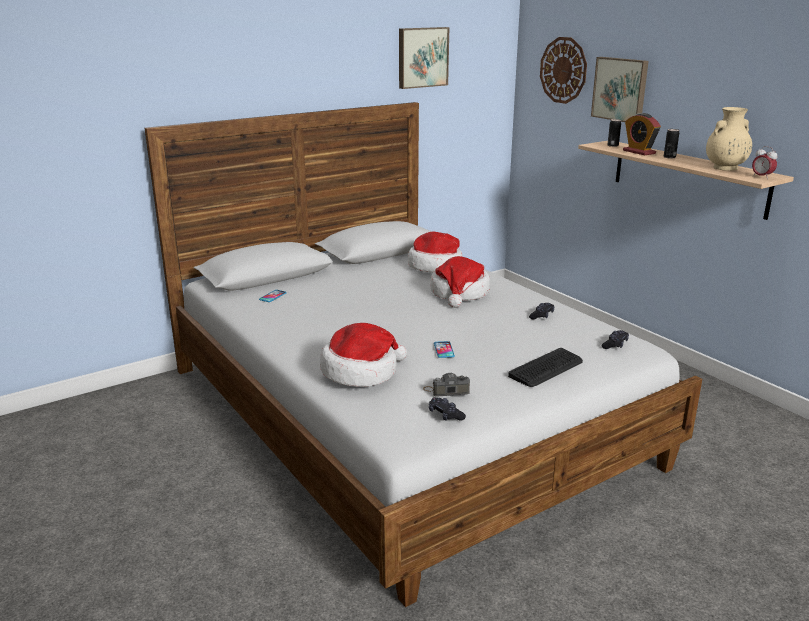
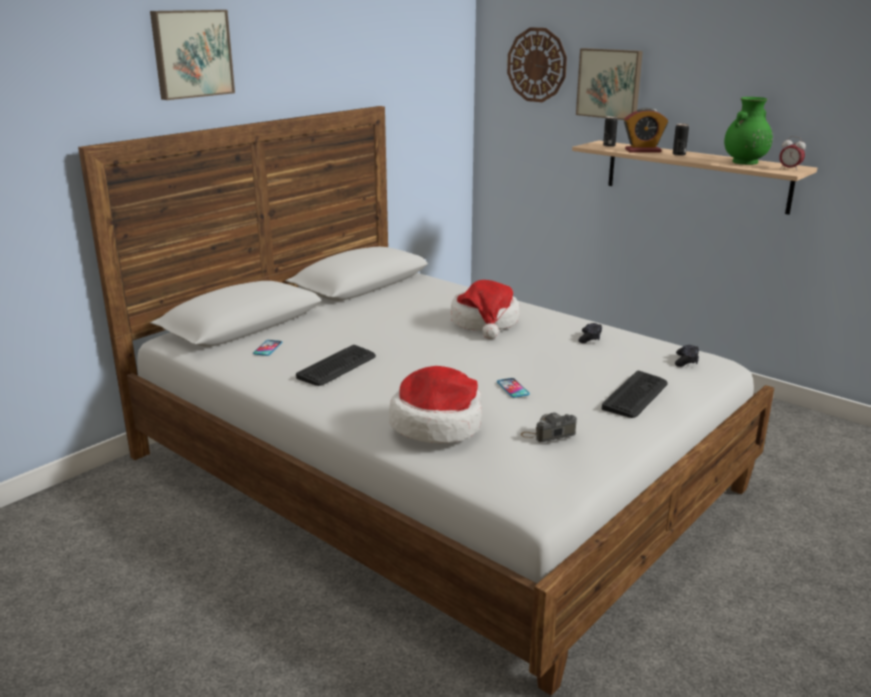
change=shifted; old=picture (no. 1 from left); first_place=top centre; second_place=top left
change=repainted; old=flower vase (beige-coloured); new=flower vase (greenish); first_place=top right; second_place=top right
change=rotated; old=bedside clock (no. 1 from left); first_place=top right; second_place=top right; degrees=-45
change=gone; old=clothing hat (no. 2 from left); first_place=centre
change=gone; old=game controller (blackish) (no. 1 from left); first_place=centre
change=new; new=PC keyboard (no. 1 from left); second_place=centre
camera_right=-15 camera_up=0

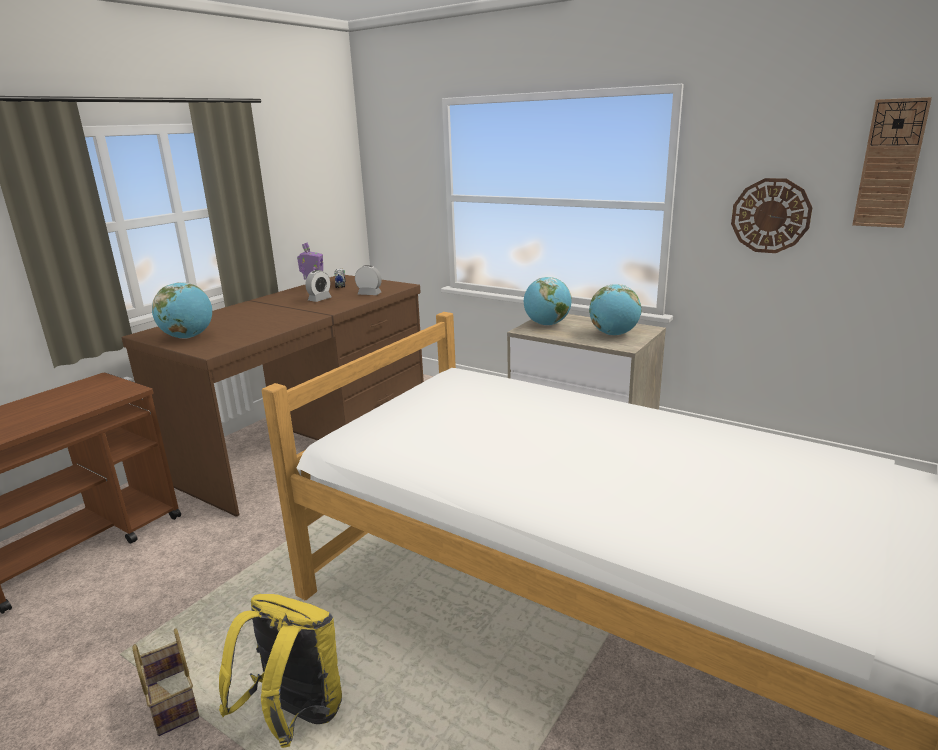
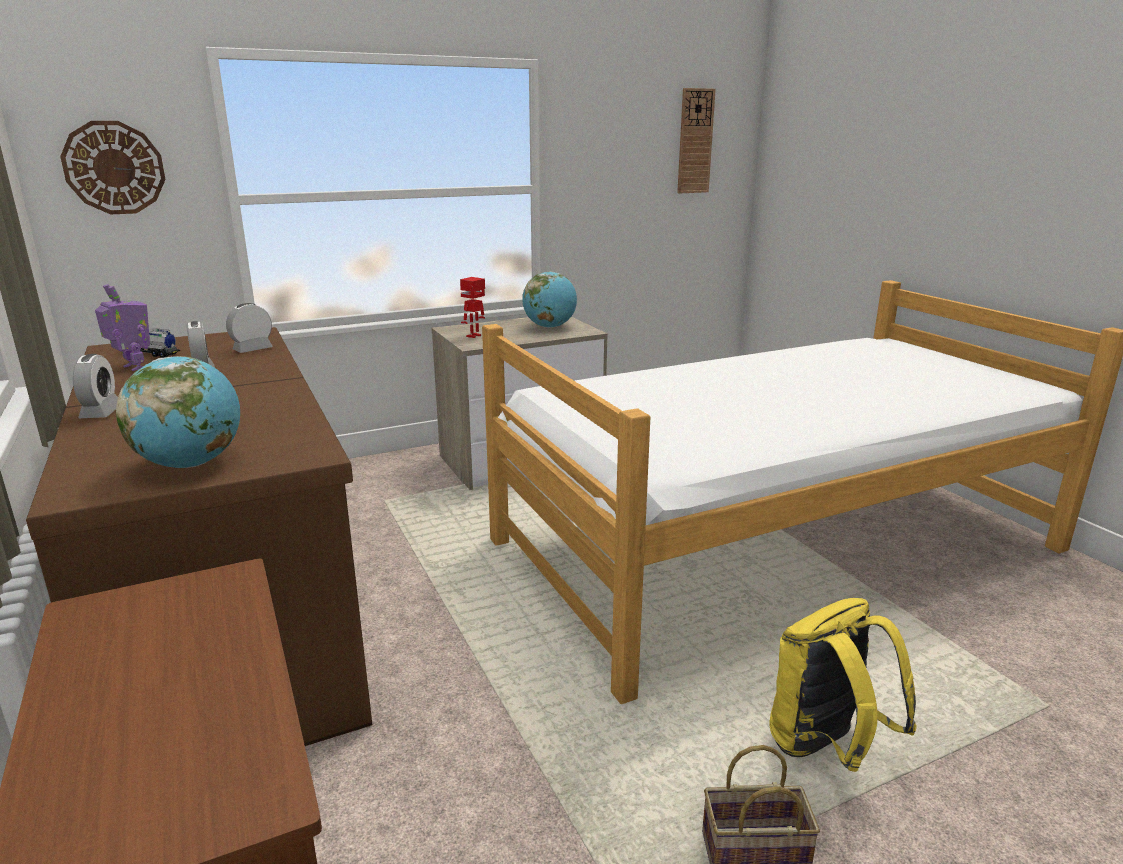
change=shifted; old=clock on the wall (no. 1 from left); first_place=top right; second_place=top left
change=swapped; old=globe (no. 2 from left); new=robot figure (no. 2 from left); first_place=centre; second_place=centre
change=new; new=bedside clock (no. 1 from left); second_place=middle left
camera_right=-60 camera_up=0

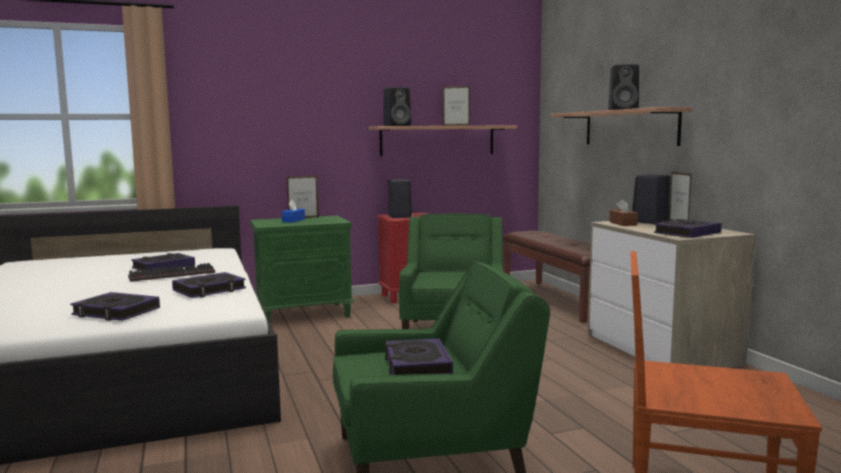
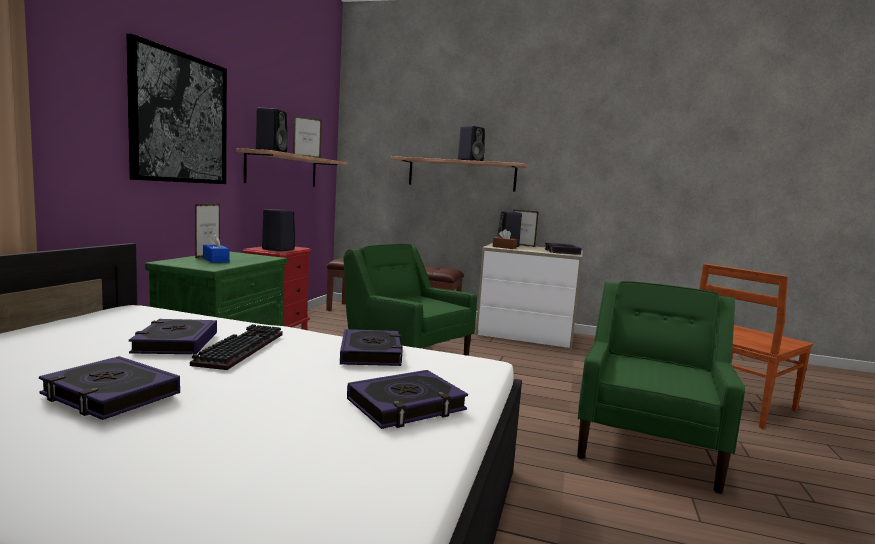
change=shifted; old=bound book (no. 4 from left in the first image); new=bound book (no. 1 from left); first_place=bottom centre; second_place=bottom left
change=new; new=picture; second_place=top left
camera_right=-55 camera_up=0

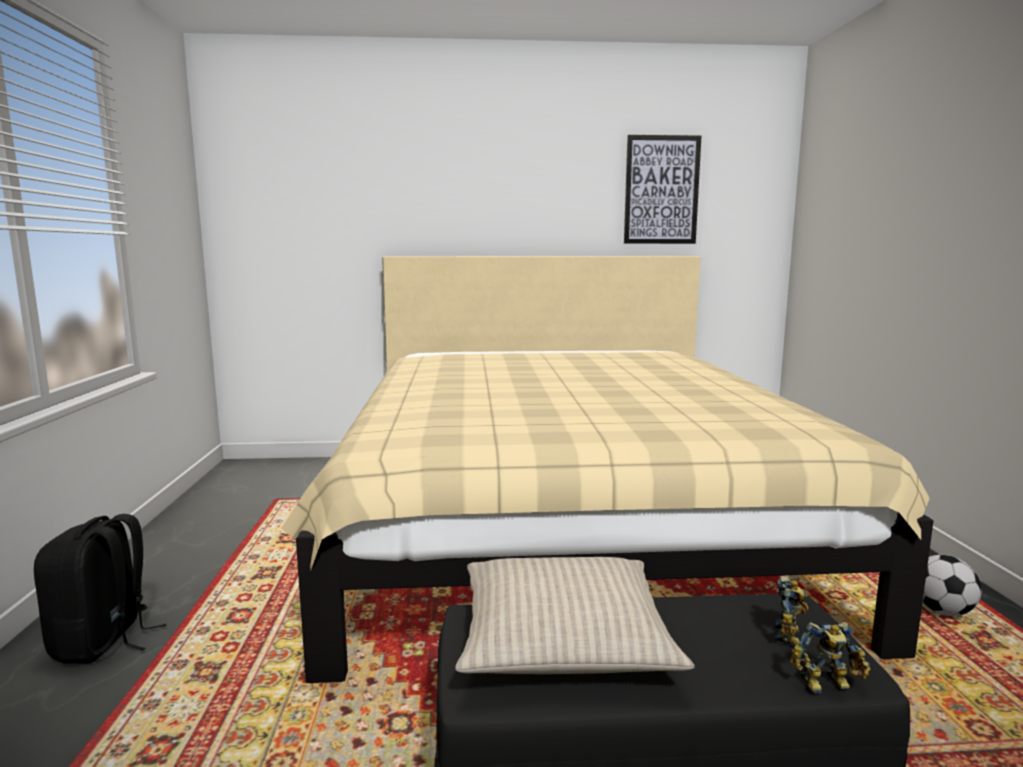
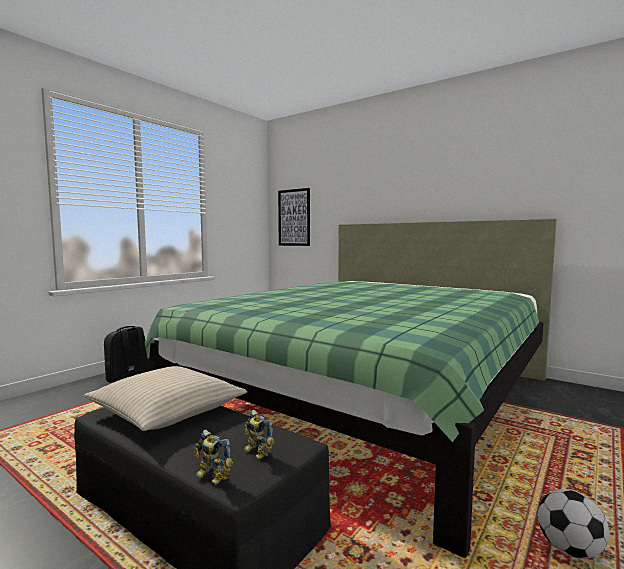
change=shifted; old=picture; first_place=top centre; second_place=centre
change=repainted; old=bed (beige-coloured); new=bed (greenish); first_place=centre; second_place=bottom centre
change=rotated; old=robot figure (no. 1 from left in the first image); first_place=bottom right; second_place=bottom centre; degrees=75
camera_right=40 camera_up=-5

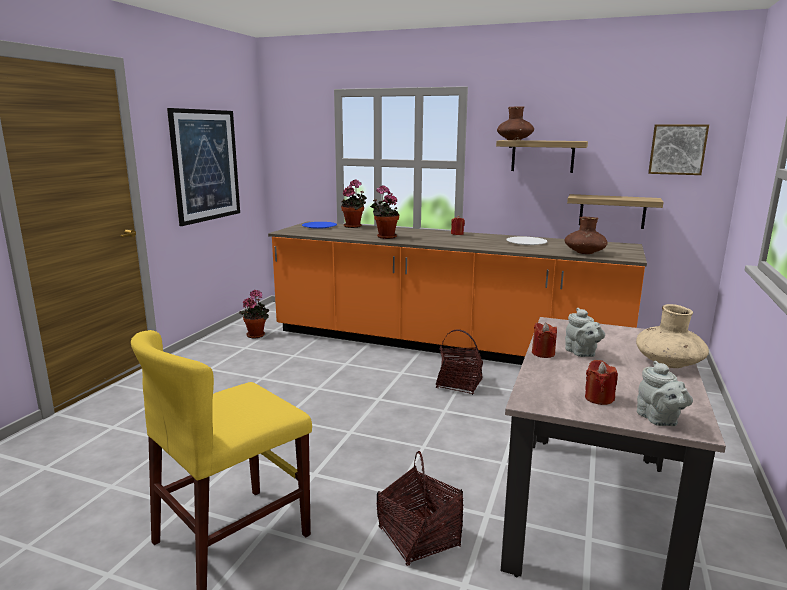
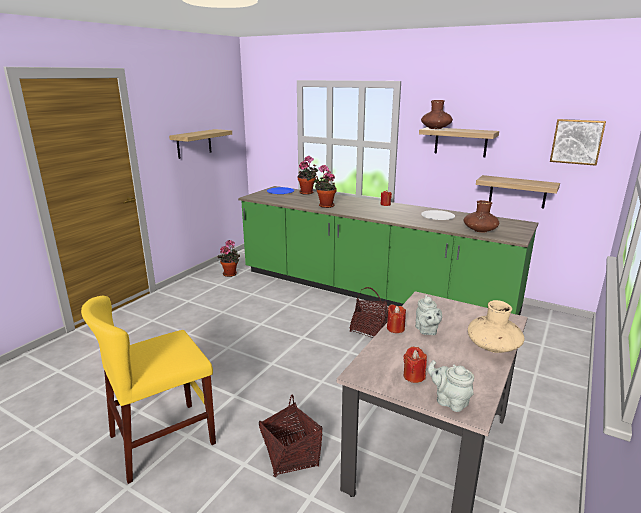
change=swapped; old=picture (no. 1 from left); new=bracket shelf (no. 1 from left); first_place=top left; second_place=top left
change=repainted; old=counter (orange-coloured); new=counter (greenish); first_place=centre; second_place=centre
change=rotated; old=tea pot (grey) (no. 2 from left); first_place=middle right; second_place=bottom right; degrees=135
camera_right=10 camera_up=5

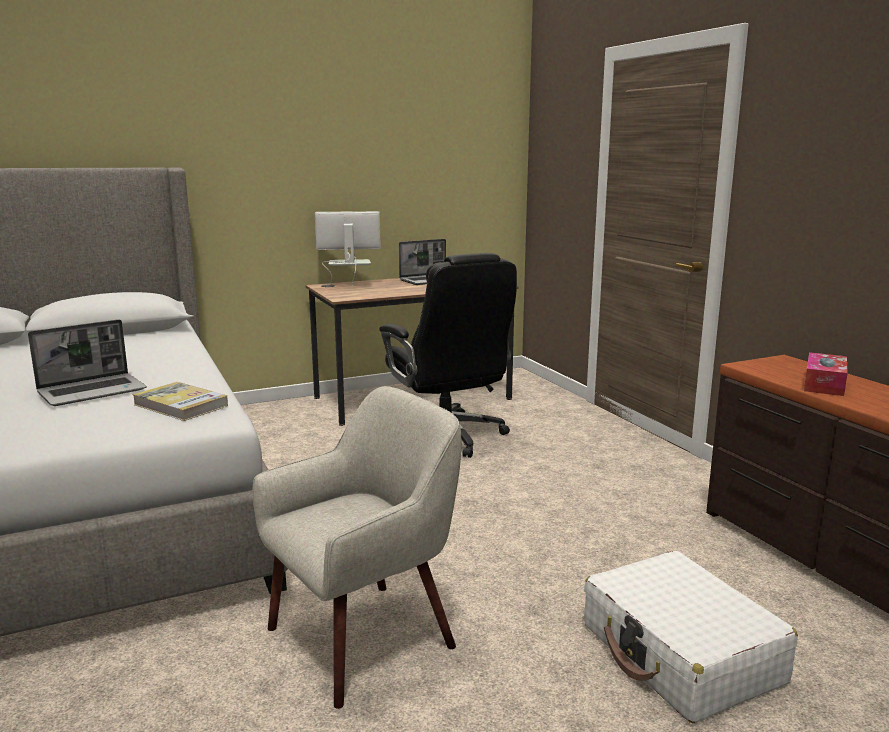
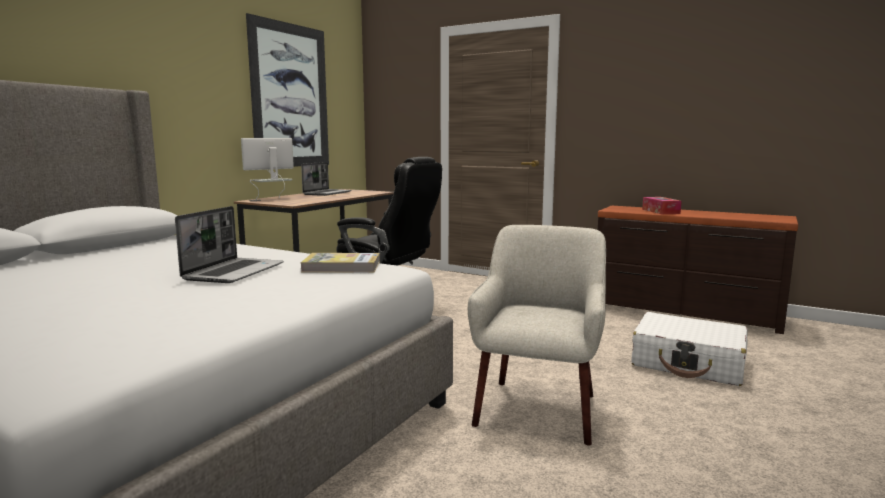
change=new; new=picture; second_place=top left
camera_right=-35 camera_up=-5

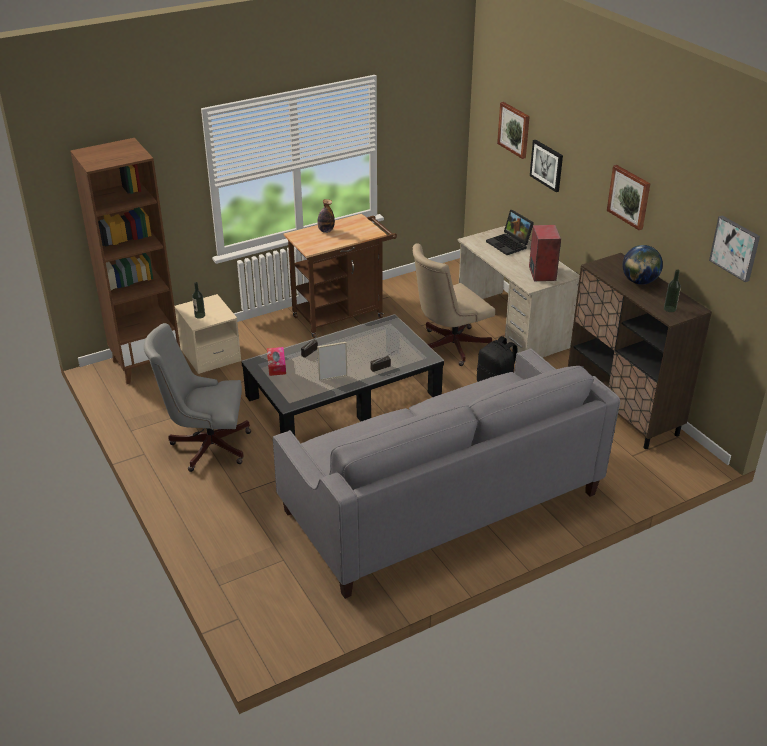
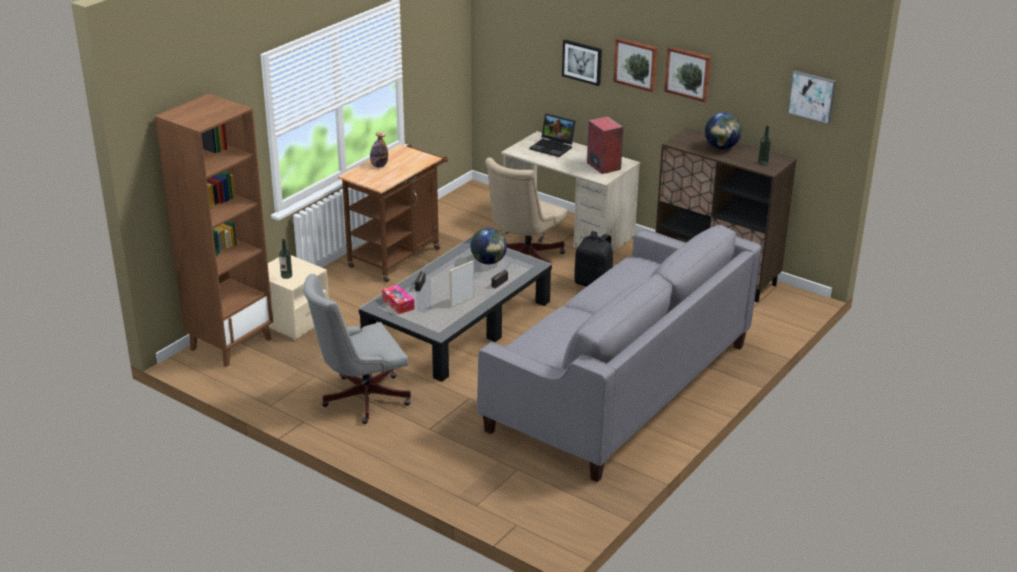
change=shifted; old=picture (no. 1 from left in the first image); new=picture (no. 2 from left); first_place=top right; second_place=top centre
change=new; new=globe (no. 1 from left); second_place=centre
camera_right=-25 camera_up=-5

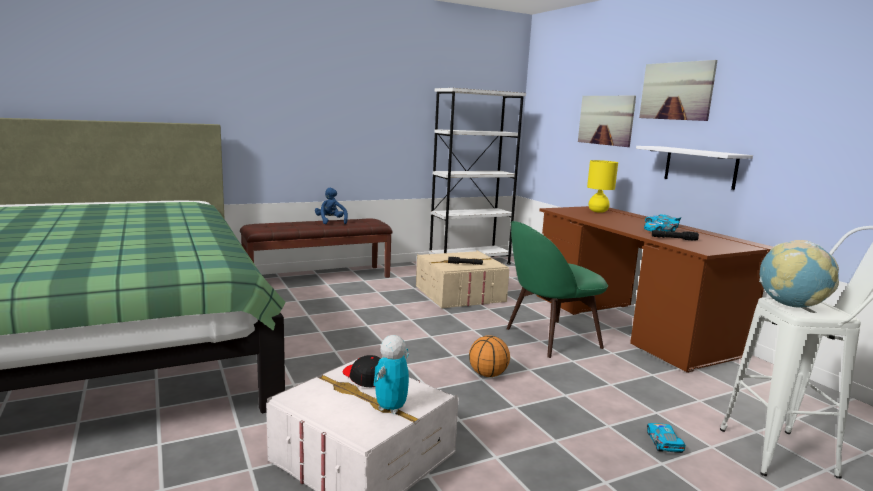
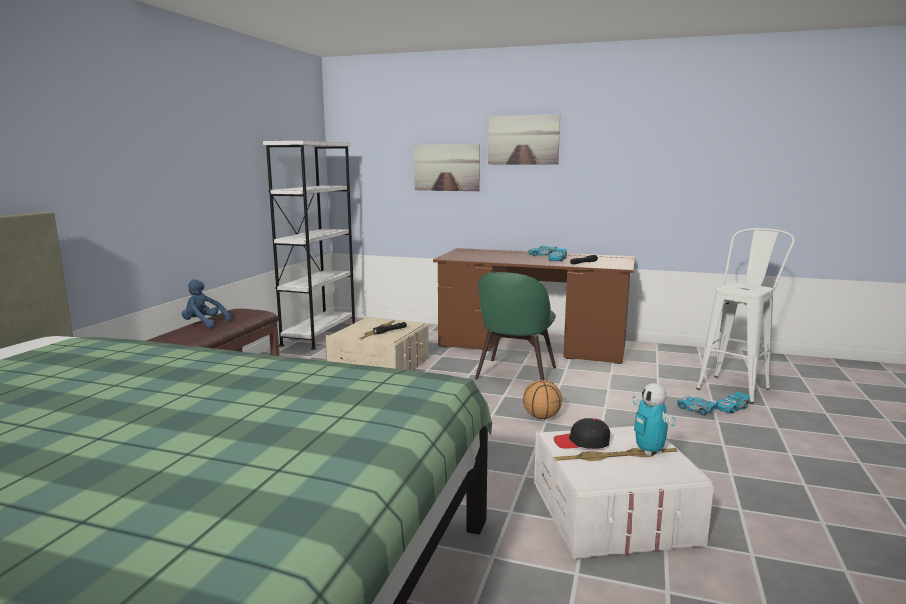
change=gone; old=bracket shelf (whitish); first_place=middle right
change=gone; old=lamp for a table (yellow-coloured); first_place=middle right
change=gone; old=globe; first_place=middle right
change=new; new=miniature car (no. 4 from left); second_place=middle right
camera_right=-45 camera_up=0

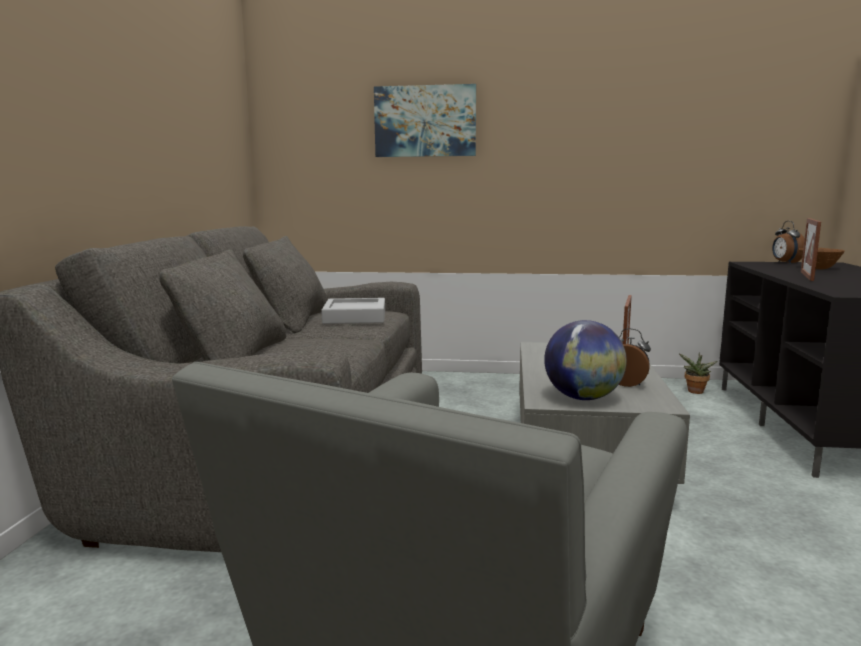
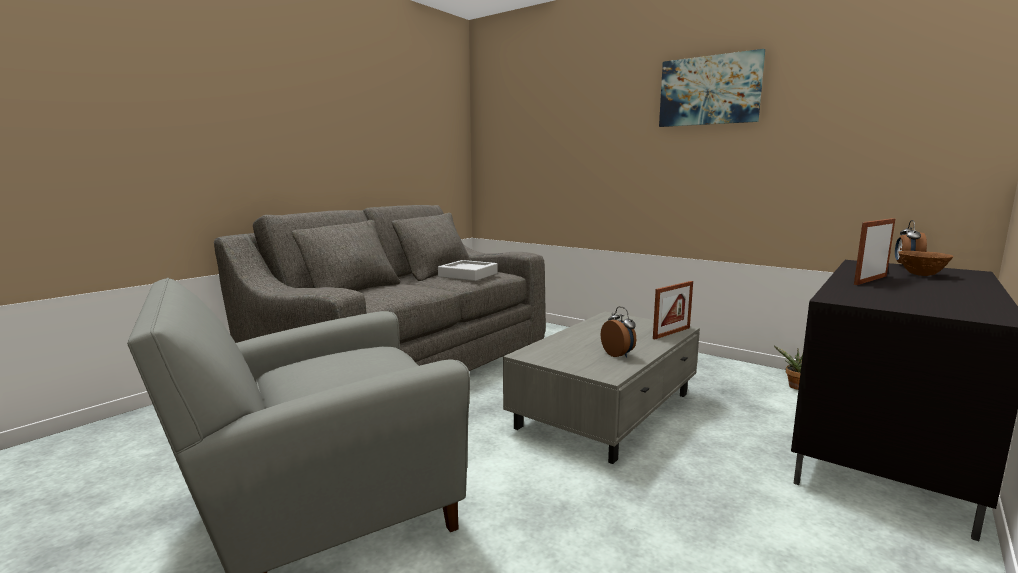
change=shifted; old=picture; first_place=top centre; second_place=top right
change=gone; old=globe; first_place=middle right
camera_right=30 camera_up=0

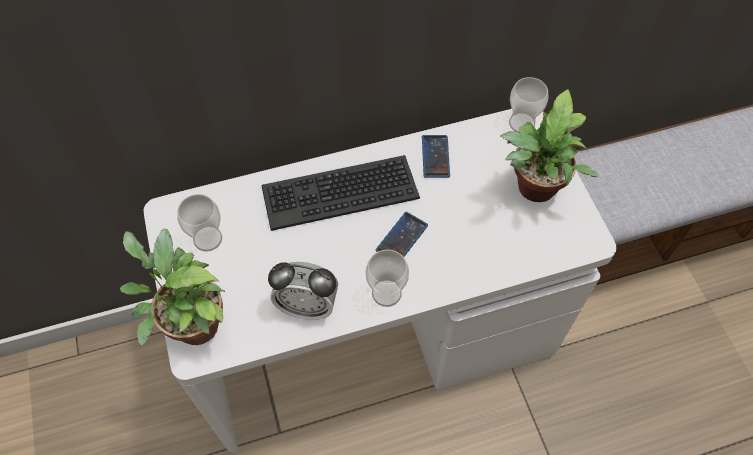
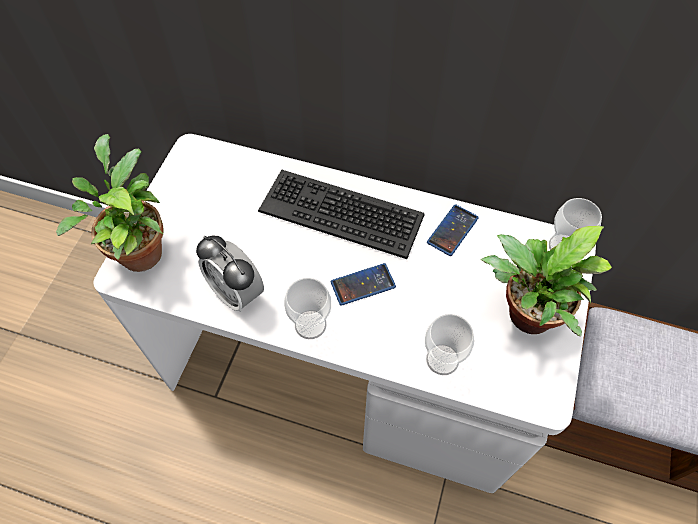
change=shifted; old=cup (no. 1 from left in the first image); new=cup (no. 2 from left); first_place=middle left; second_place=centre
camera_right=35 camera_up=0

